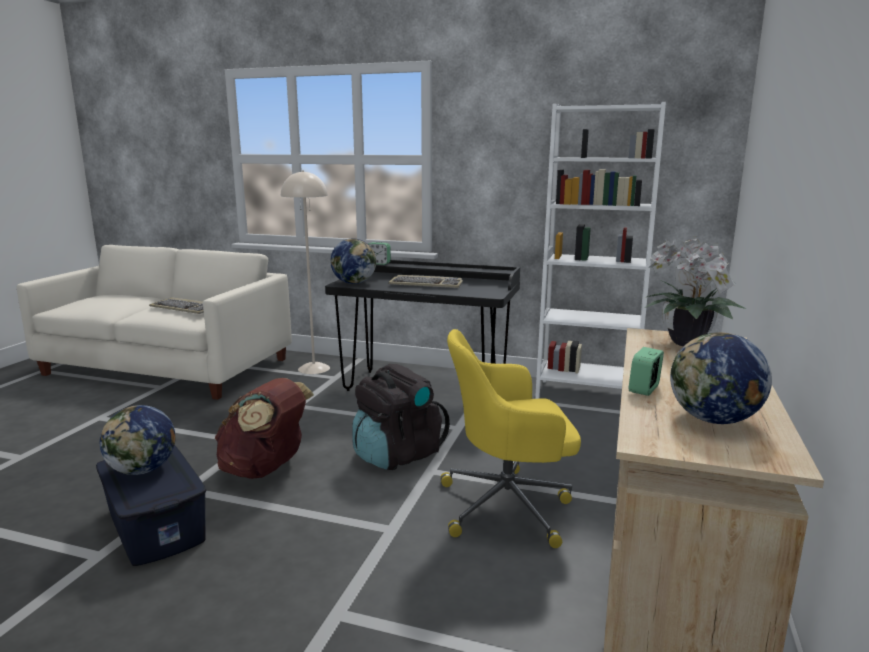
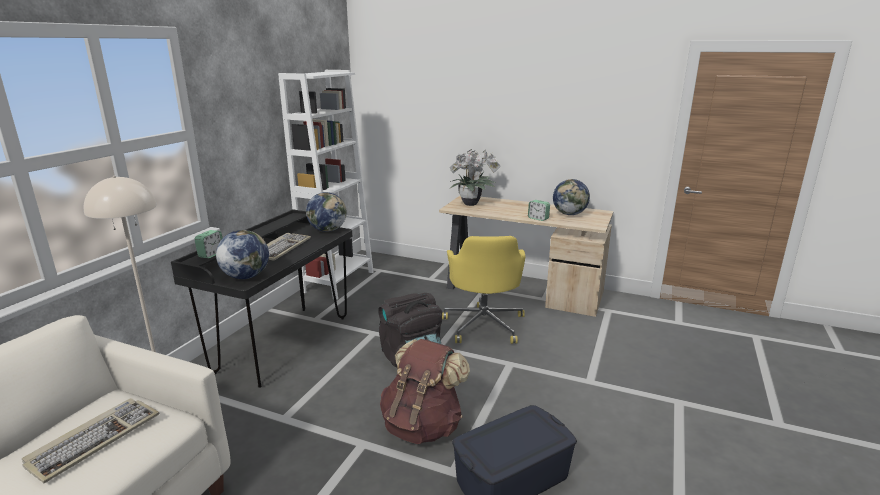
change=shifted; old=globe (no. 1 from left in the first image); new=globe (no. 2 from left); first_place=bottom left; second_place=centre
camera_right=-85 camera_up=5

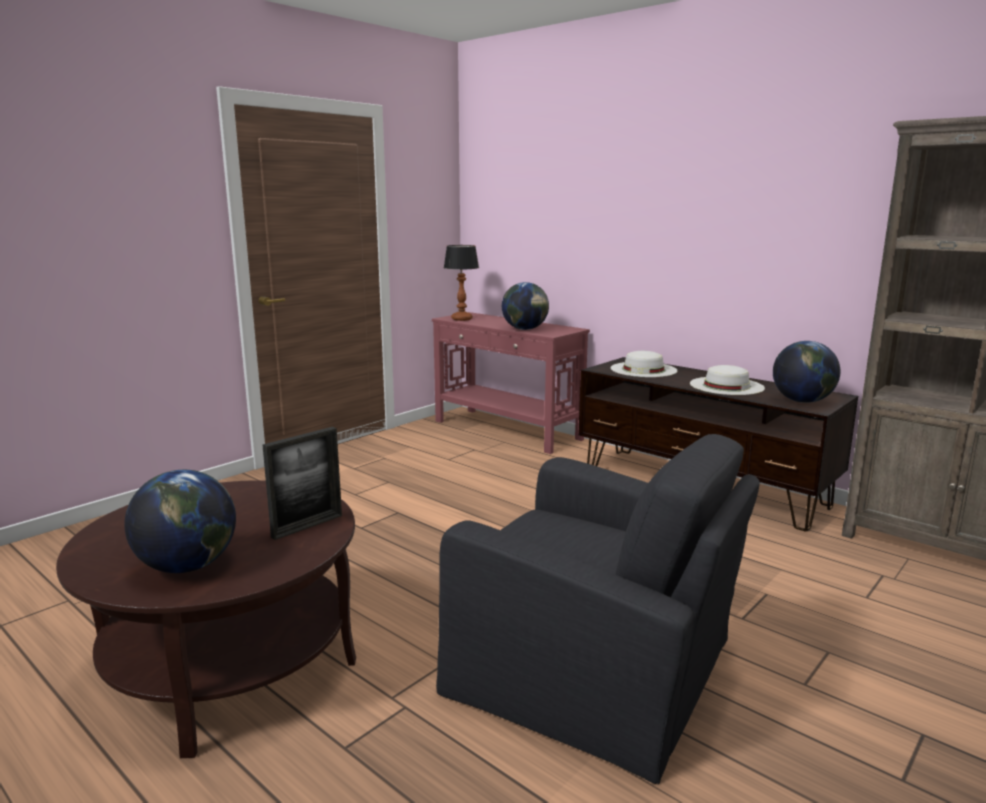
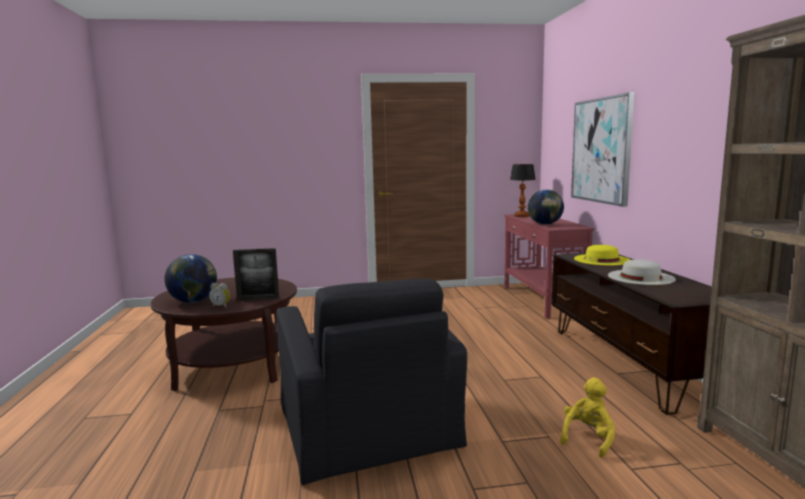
change=gone; old=globe (no. 3 from left); first_place=middle right
change=repainted; old=clothing hat (whitish) (no. 1 from left); new=clothing hat (yellow-coloured); first_place=centre; second_place=middle right
change=new; new=picture; second_place=top right
change=new; new=bedside clock; second_place=middle left
change=new; new=cuddly toy (yellow-coloured); second_place=bottom right
camera_right=40 camera_up=-5

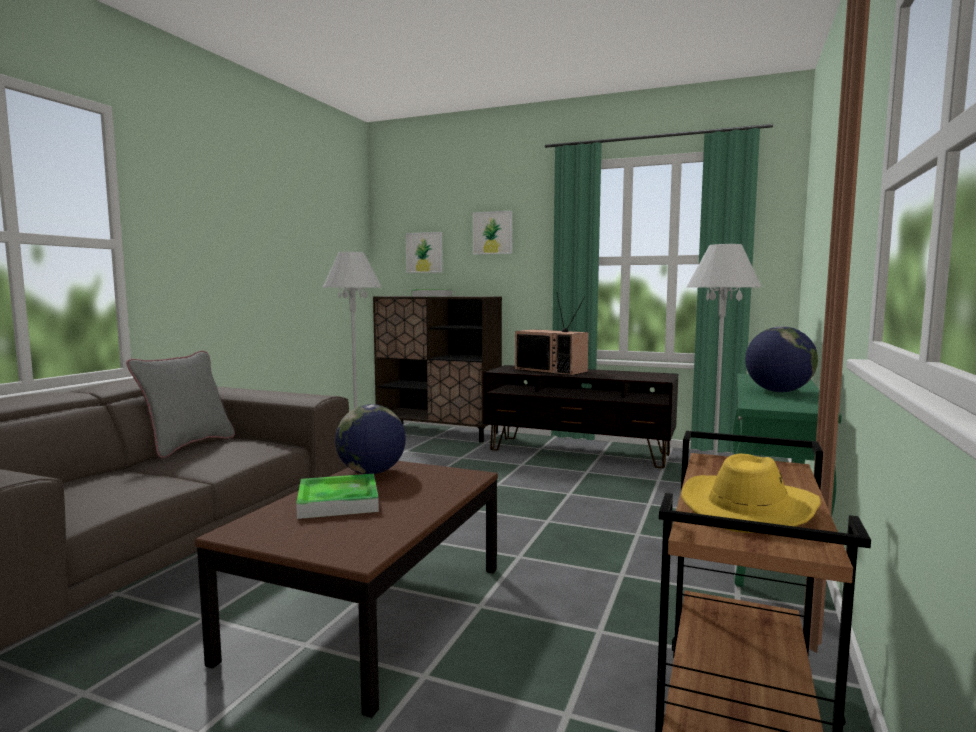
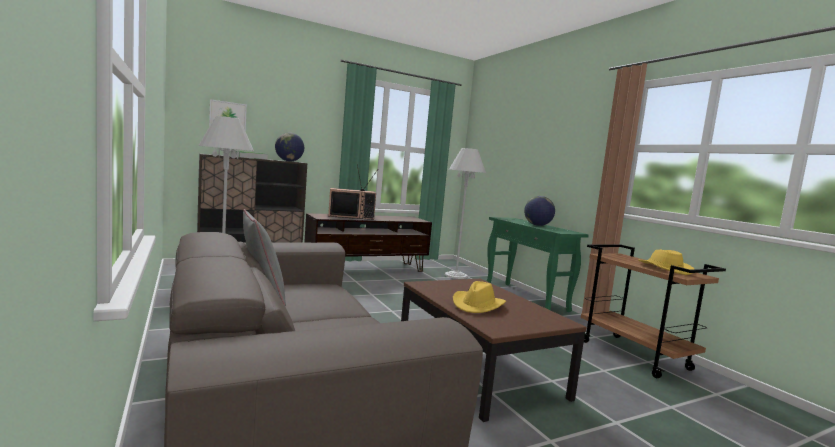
change=gone; old=picture (no. 2 from left); first_place=top centre
change=shifted; old=globe (no. 1 from left); first_place=centre; second_place=top centre
change=swapped; old=tray (no. 1 from left); new=clothing hat (yellow-coloured) (no. 1 from left); first_place=bottom centre; second_place=centre
camera_right=-50 camera_up=0

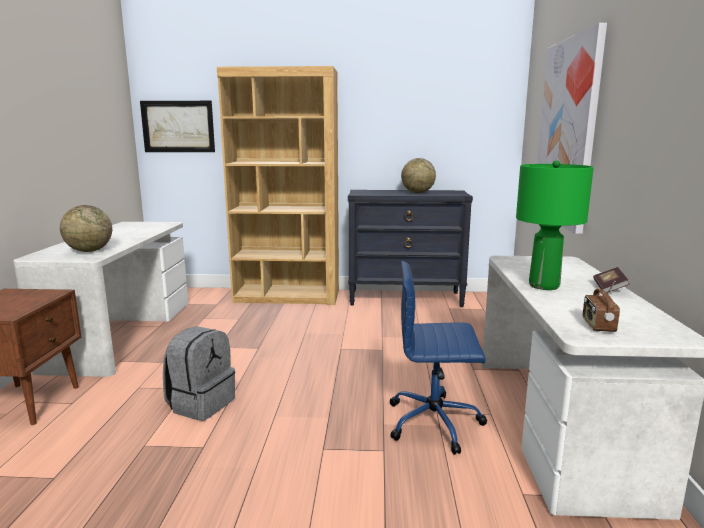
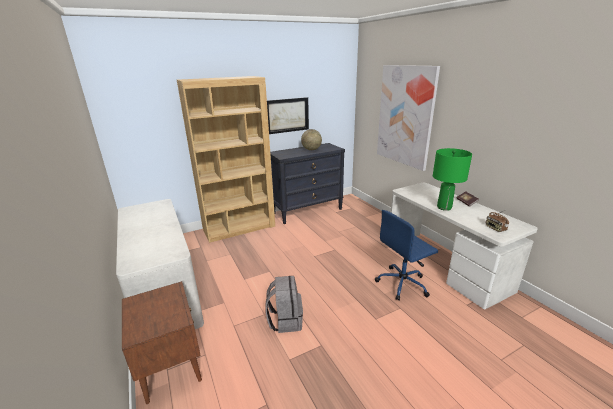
change=shifted; old=picture (no. 1 from left); first_place=top left; second_place=top centre
change=gone; old=globe (no. 1 from left); first_place=middle left
camera_right=-30 camera_up=10

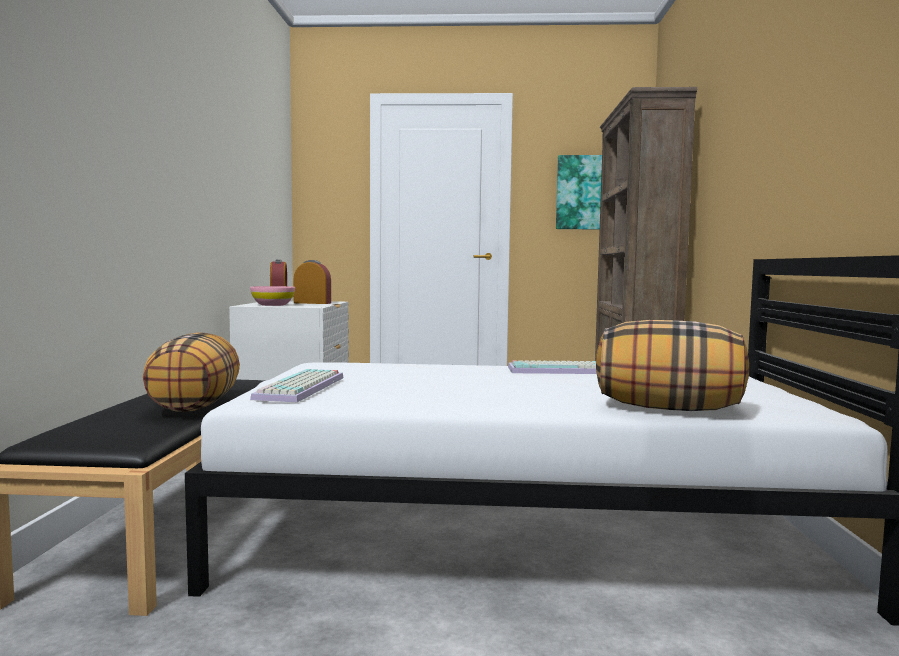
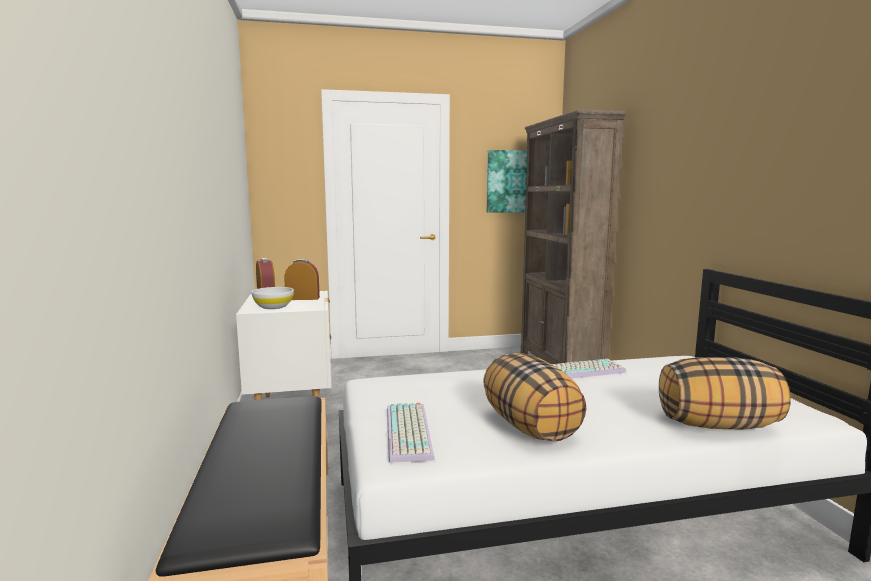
change=repainted; old=serving bowl (pink); new=serving bowl (whitish); first_place=middle left; second_place=middle left
change=shifted; old=pillow (no. 1 from left); first_place=middle left; second_place=bottom centre
camera_right=-15 camera_up=5

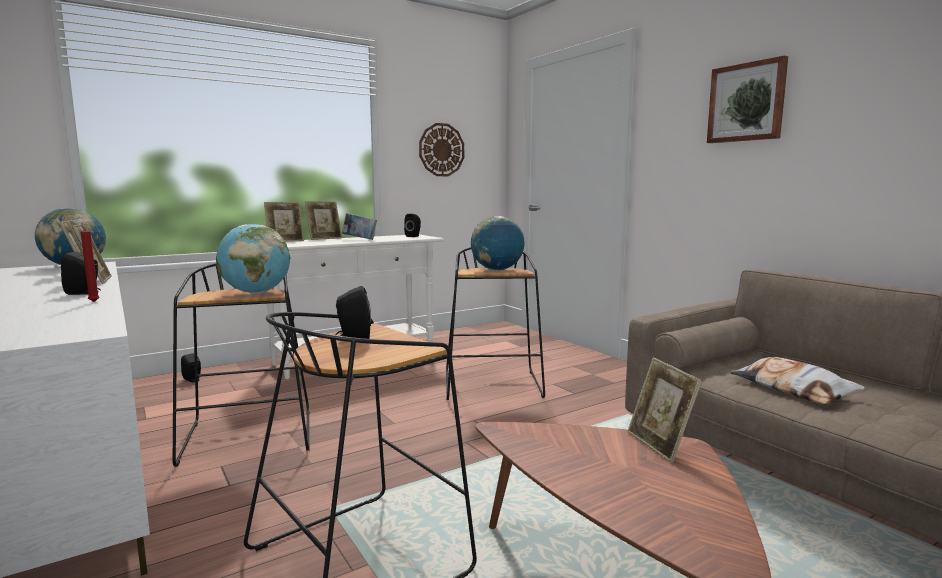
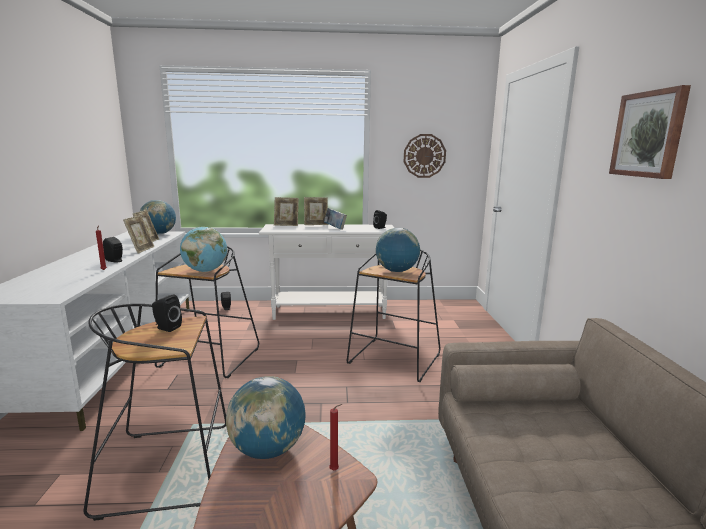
change=swapped; old=photo frame (no. 5 from left); new=wax candle (red) (no. 2 from left); first_place=bottom right; second_place=bottom centre
change=gone; old=pillow; first_place=middle right
change=new; new=globe (no. 3 from left); second_place=bottom centre
camera_right=30 camera_up=5

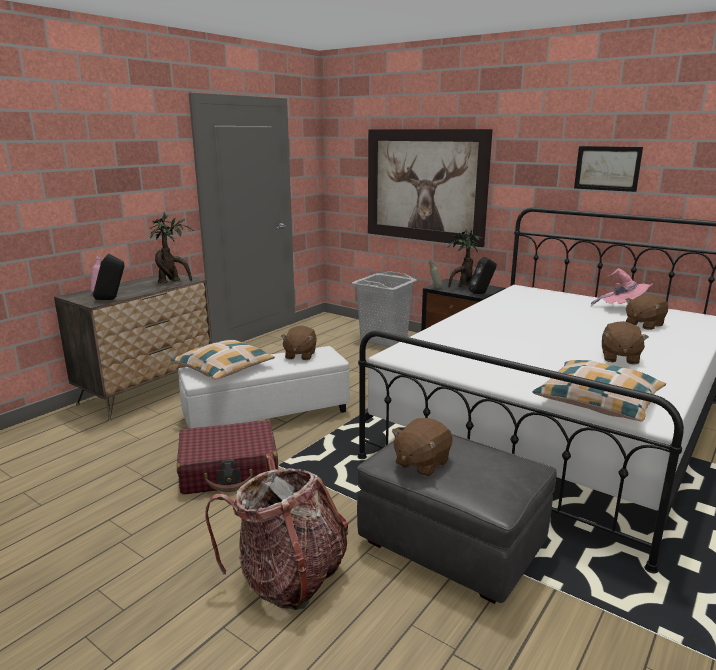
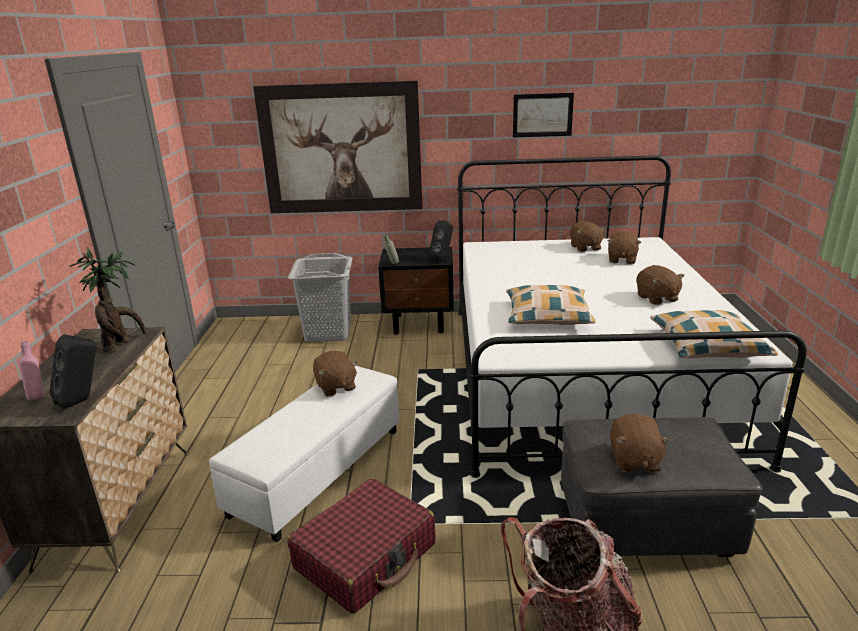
change=gone; old=potted plant (no. 2 from left); first_place=centre
change=swapped; old=clothing hat (pink); new=cuddly toy (brownish) (no. 2 from left); first_place=middle right; second_place=middle right
change=shifted; old=pillow (no. 1 from left); first_place=middle left; second_place=centre
camera_right=-35 camera_up=5

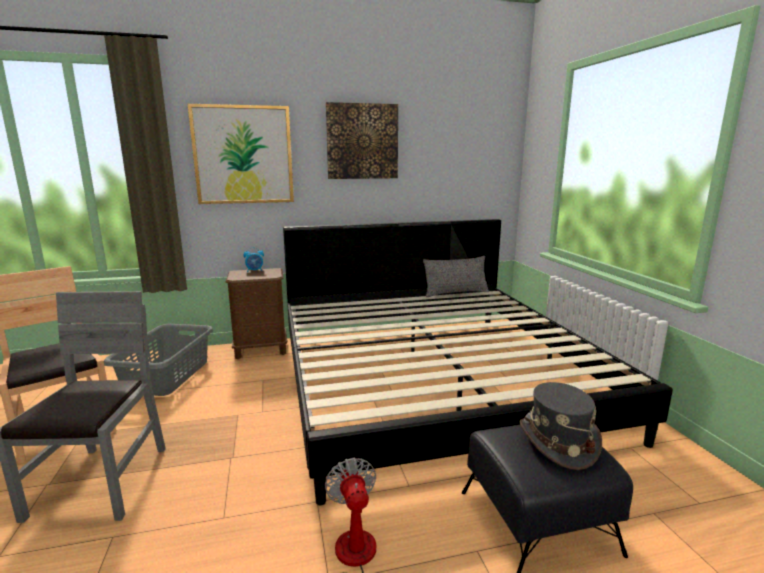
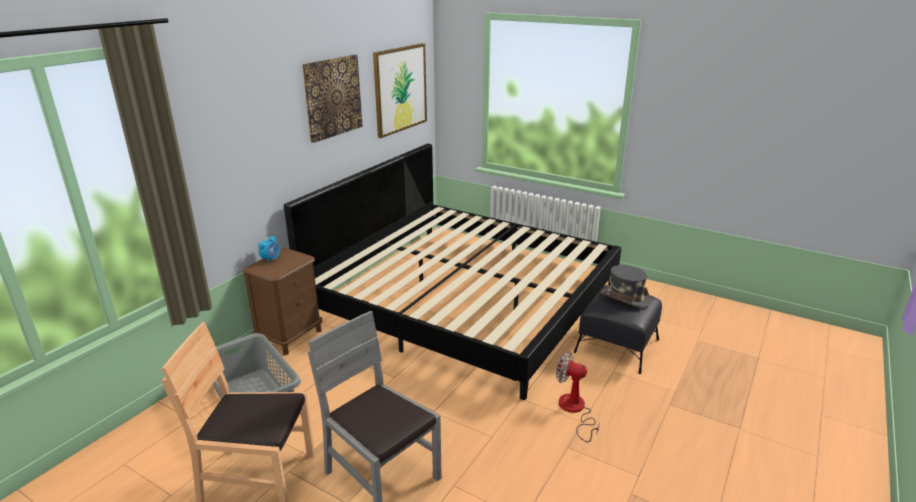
change=shifted; old=picture (no. 1 from left in the first image); new=picture (no. 2 from left); first_place=top left; second_place=top centre
change=gone; old=pillow (grey); first_place=centre
camera_right=-45 camera_up=10

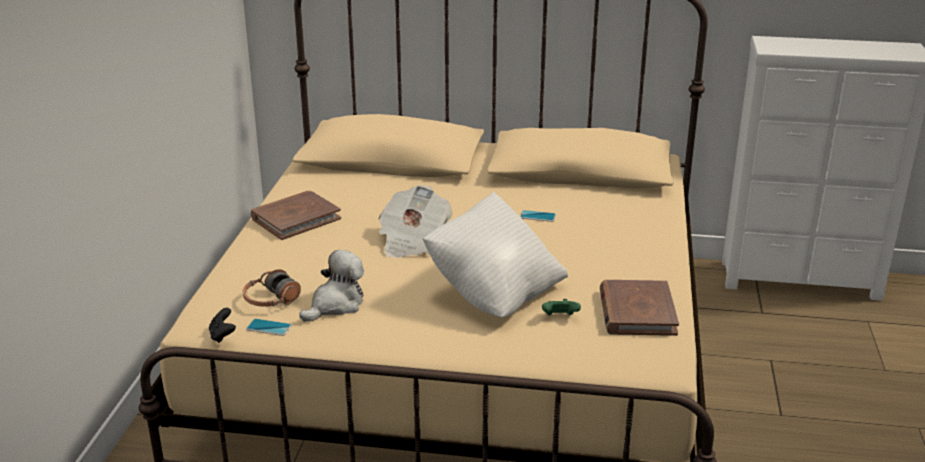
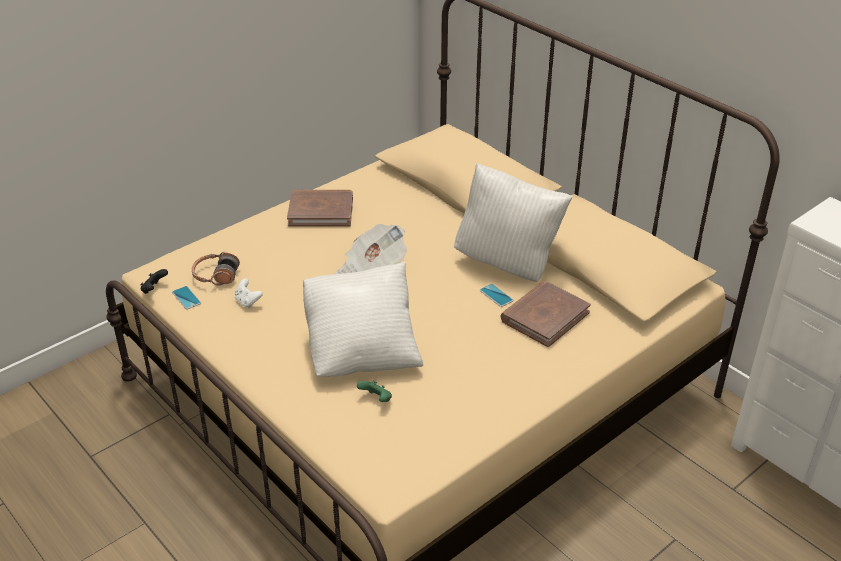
change=swapped; old=cuddly toy; new=game controller (whitish); first_place=centre; second_place=middle left
change=shifted; old=bound book (brownish) (no. 2 from left); first_place=bottom right; second_place=centre
change=new; new=pillow (whitish) (no. 2 from left); second_place=centre
camera_right=40 camera_up=10

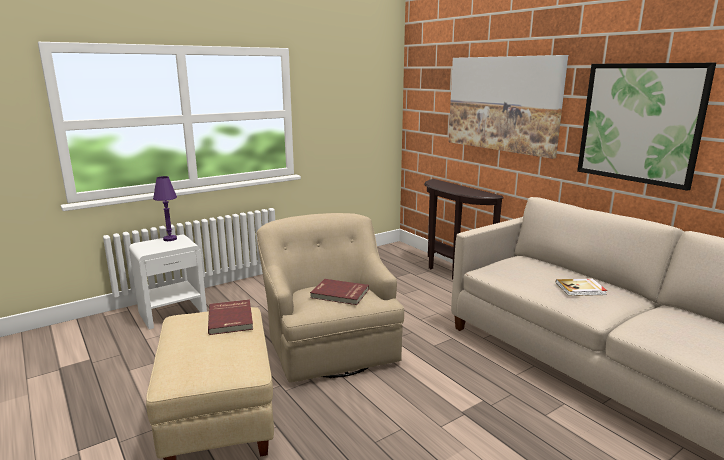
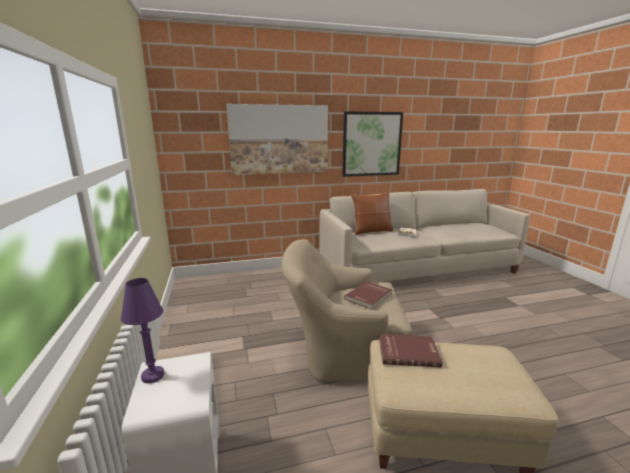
change=gone; old=hall table (brownish); first_place=centre
change=new; new=pillow (brownish); second_place=centre
camera_right=-70 camera_up=0

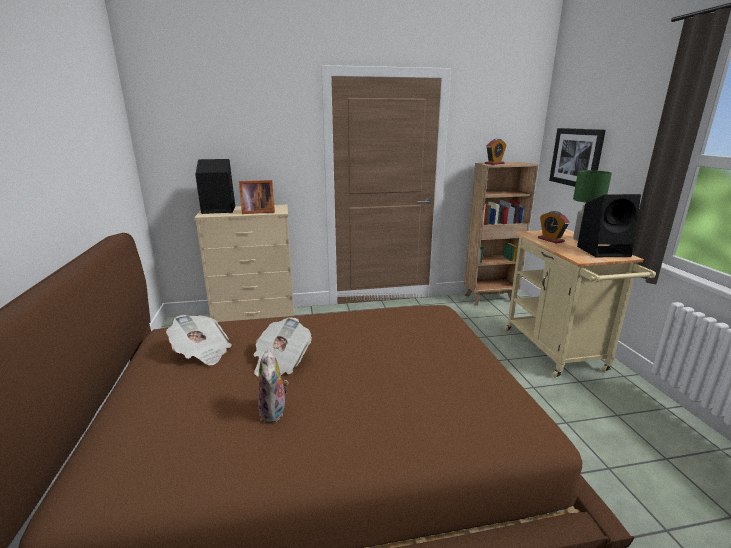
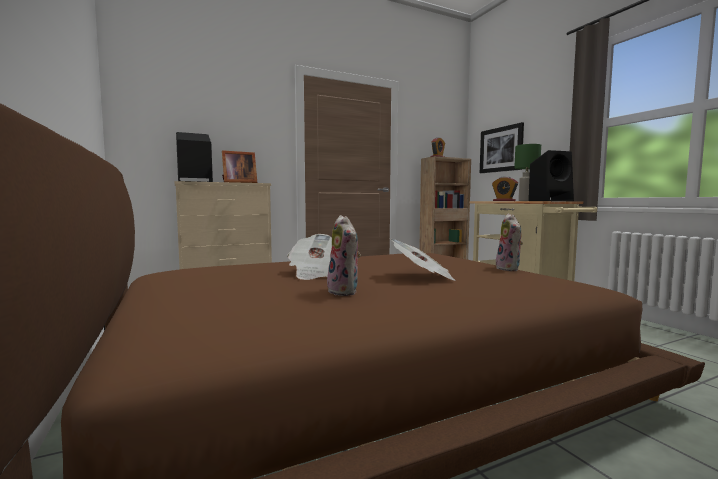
change=shifted; old=newspaper (no. 1 from left in the first image); new=newspaper (no. 2 from left); first_place=middle left; second_place=centre
change=new; new=cuddly toy (no. 2 from left); second_place=middle right
camera_right=-15 camera_up=-15

